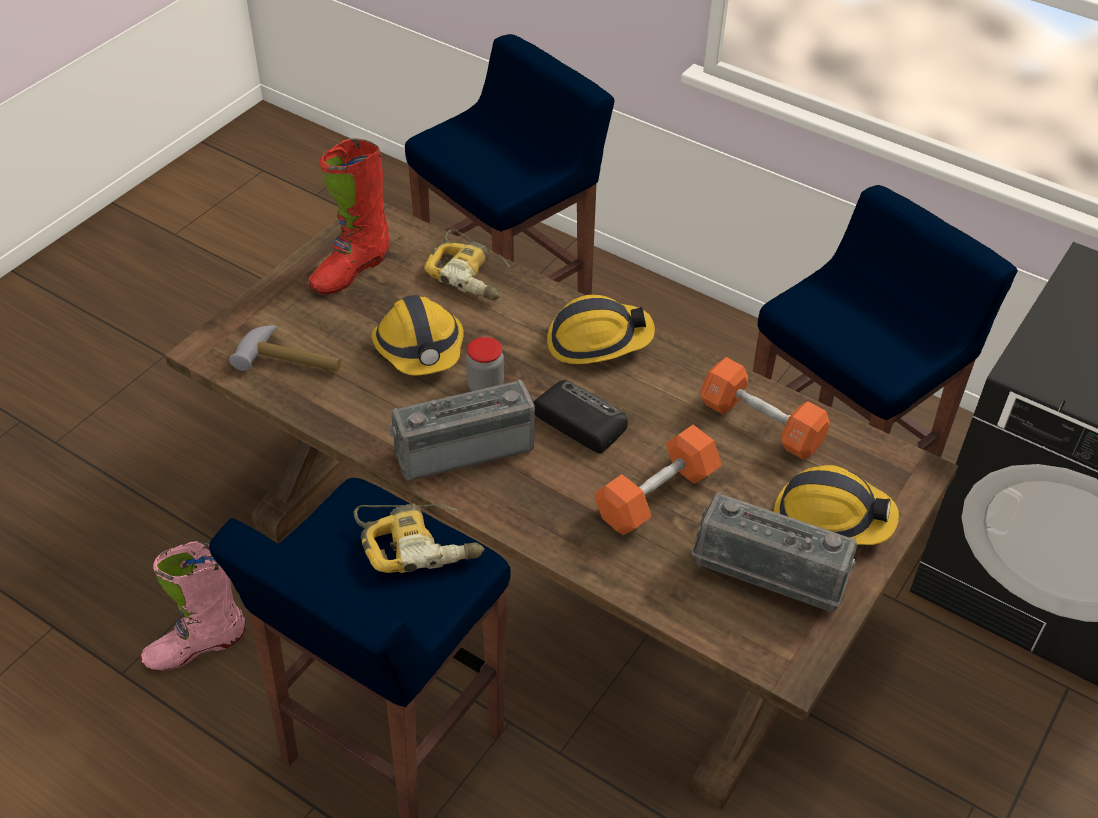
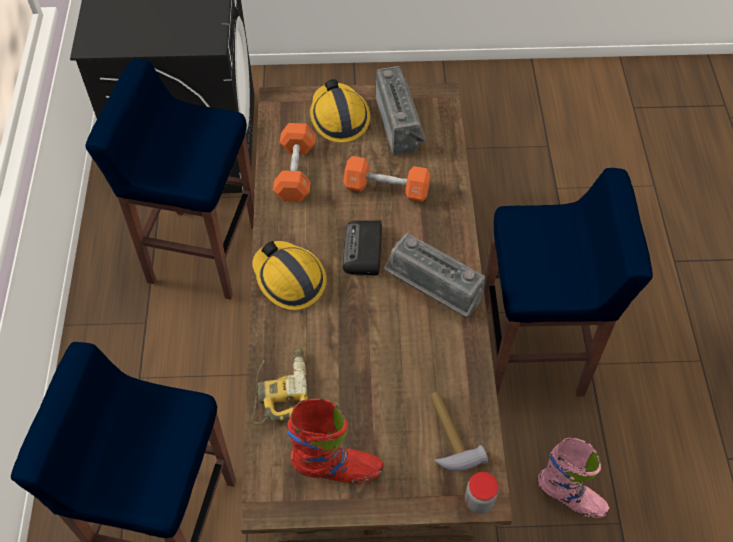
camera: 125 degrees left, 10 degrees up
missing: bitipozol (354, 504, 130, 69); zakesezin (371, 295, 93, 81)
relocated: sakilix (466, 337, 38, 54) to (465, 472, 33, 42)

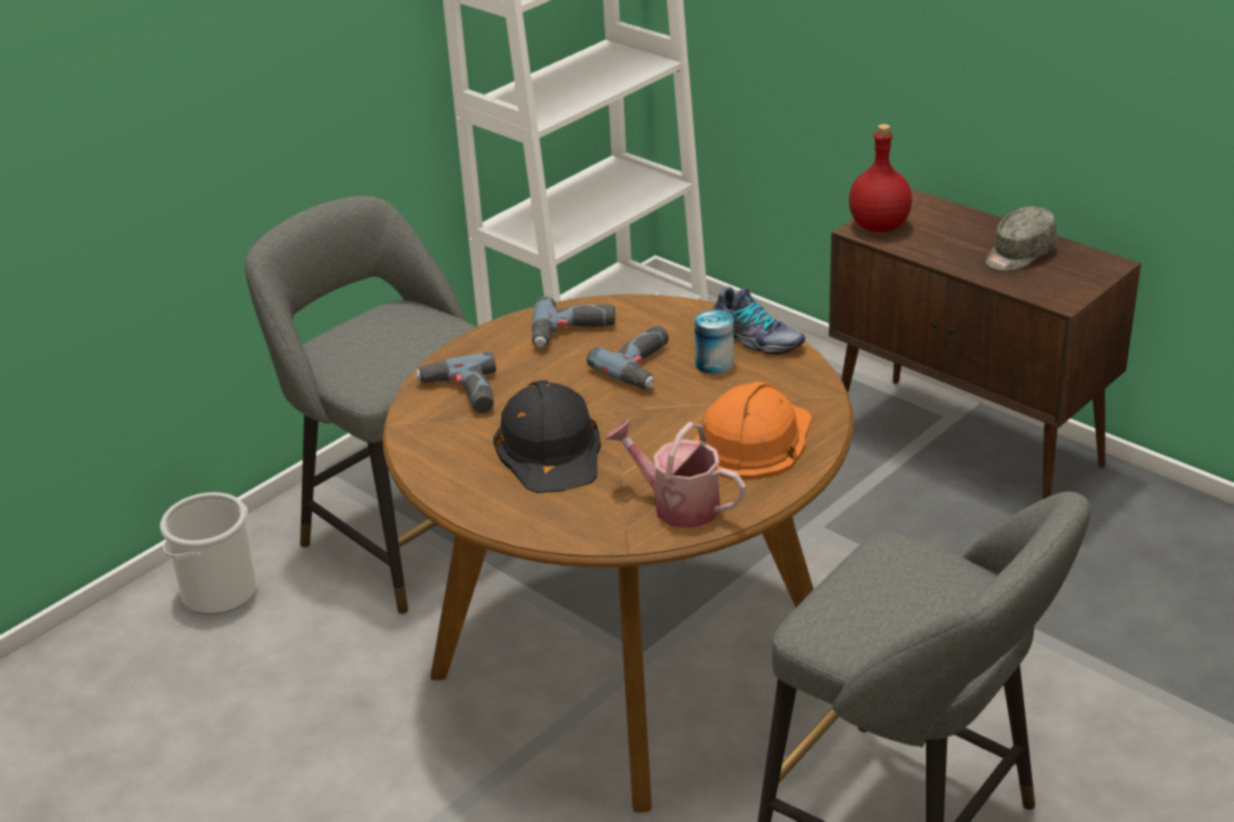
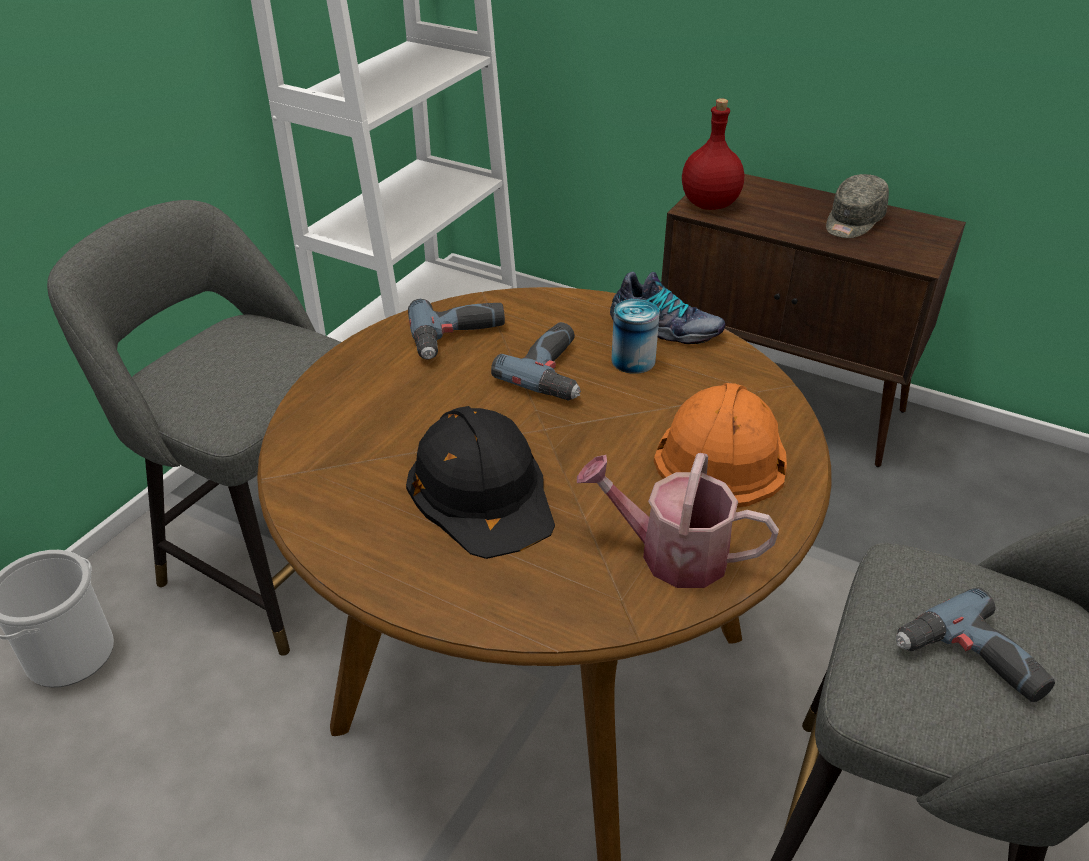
camera: 15 degrees left, 5 degrees up
relocated: bitipozol (415, 351, 81, 63) to (896, 587, 159, 115)

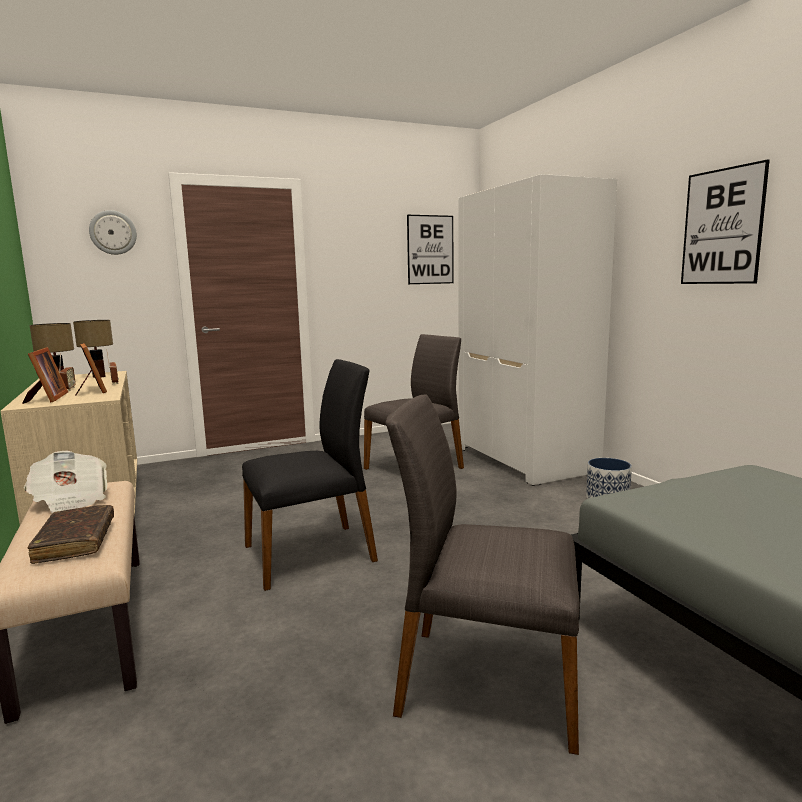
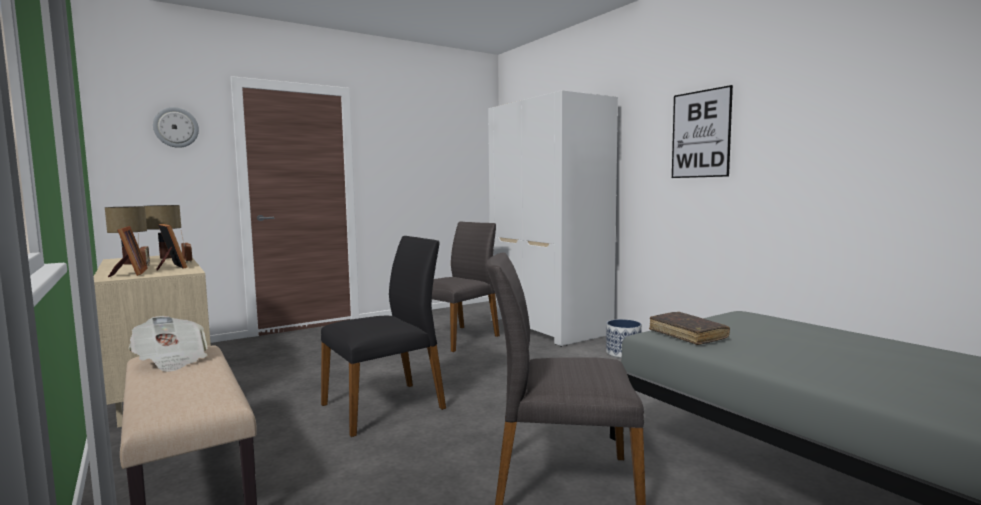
camera: 10 degrees left, 5 degrees down
missing: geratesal (407, 215, 47, 69)
relocated: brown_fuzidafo (28, 505, 86, 59) to (649, 312, 81, 33)

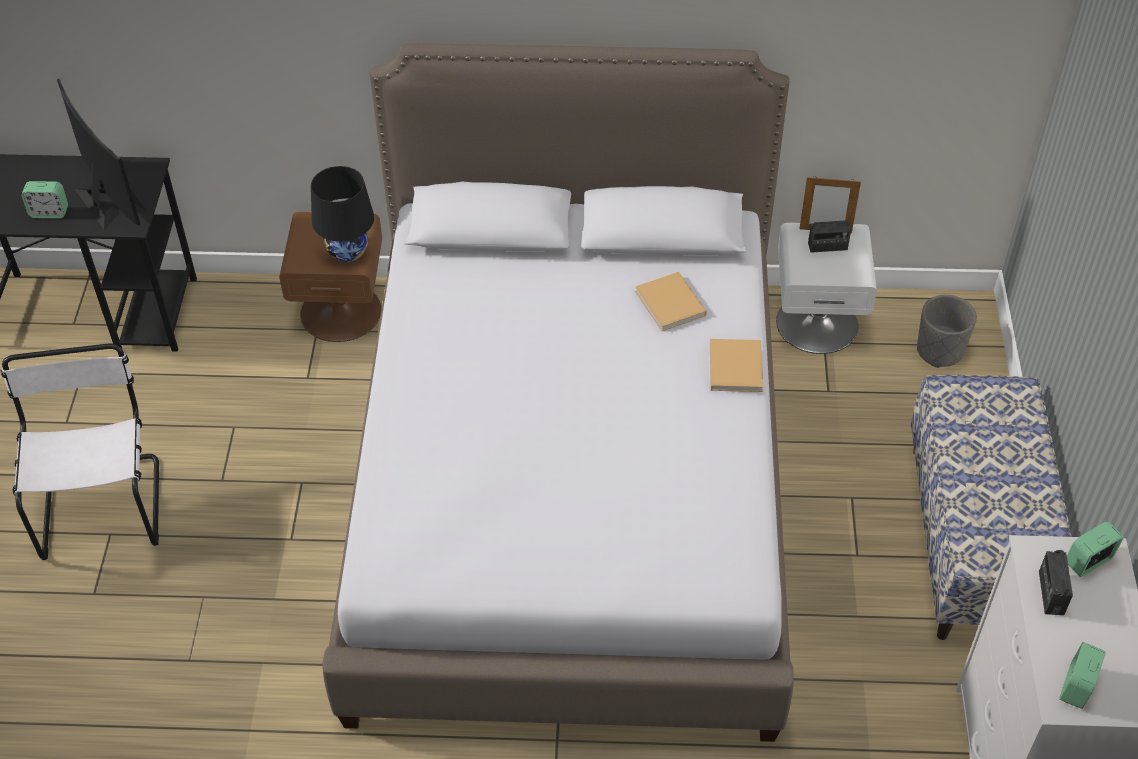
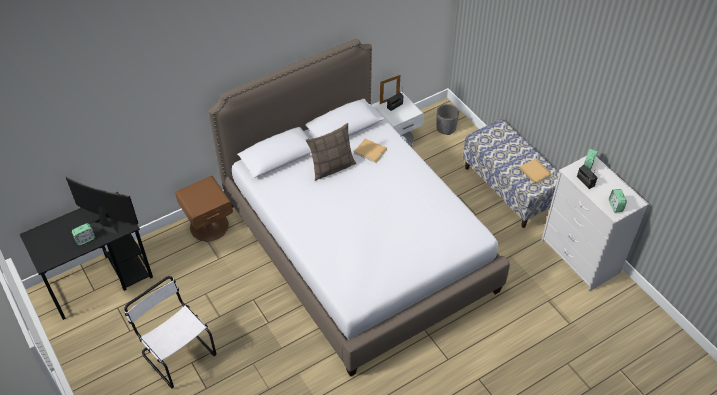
camera: 35 degrees left, 0 degrees up
missing: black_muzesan (311, 166, 63, 96)
appeared: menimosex (306, 123, 50, 58)
relocated: beige_fuzidafo (710, 339, 53, 53) to (519, 158, 33, 26)

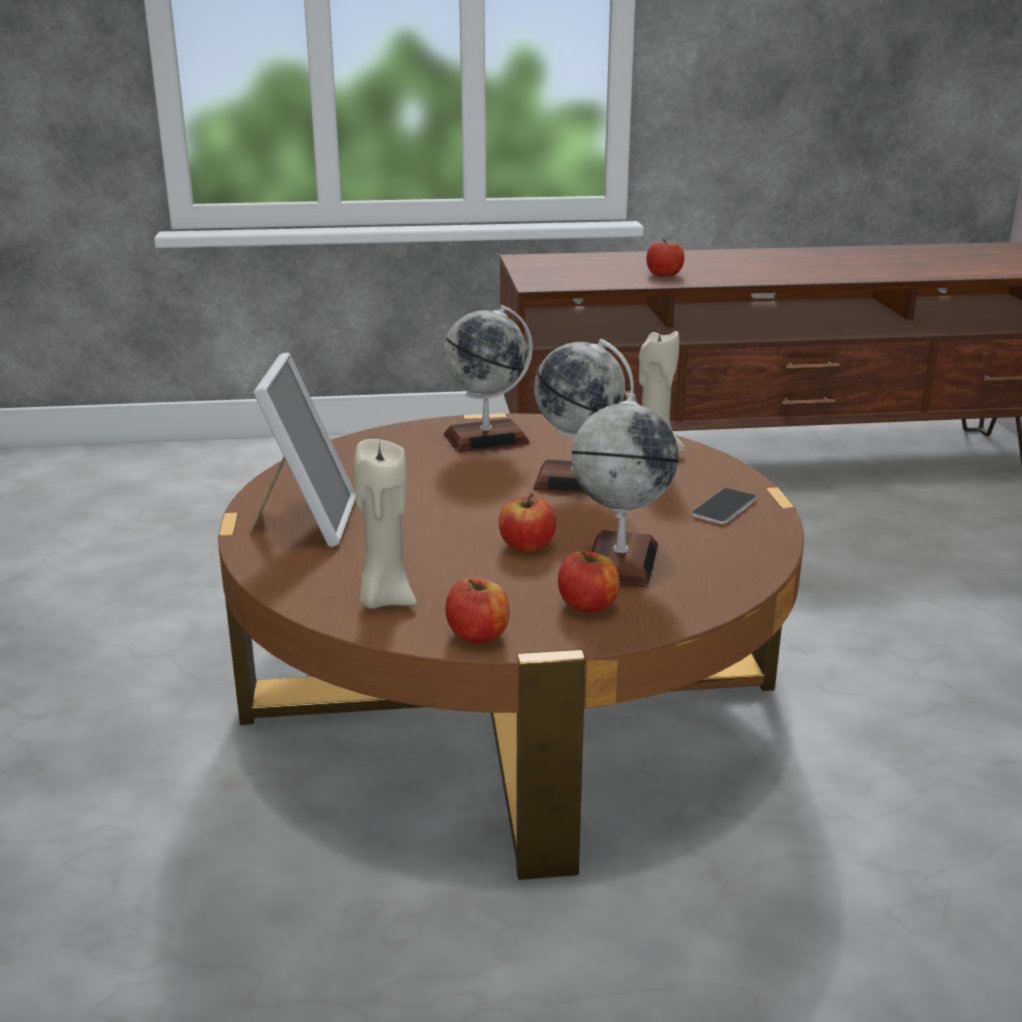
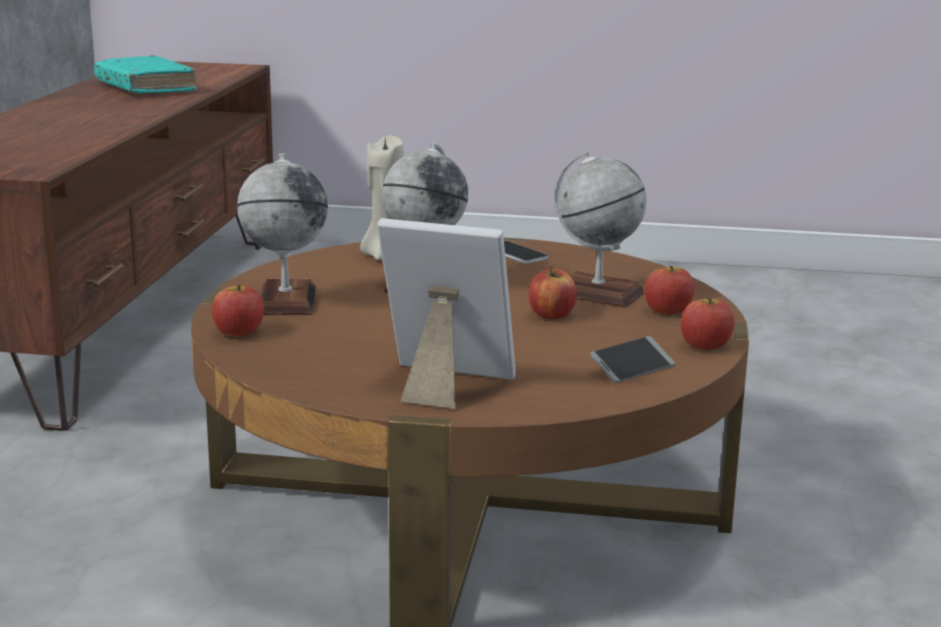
camera: 75 degrees left, 5 degrees down
appeared: turquoise_fuzidafo (94, 55, 103, 39)
relocated: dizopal (646, 239, 39, 37) to (212, 284, 52, 53)
exchanged: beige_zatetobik (354, 439, 63, 170) to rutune (590, 336, 85, 47)

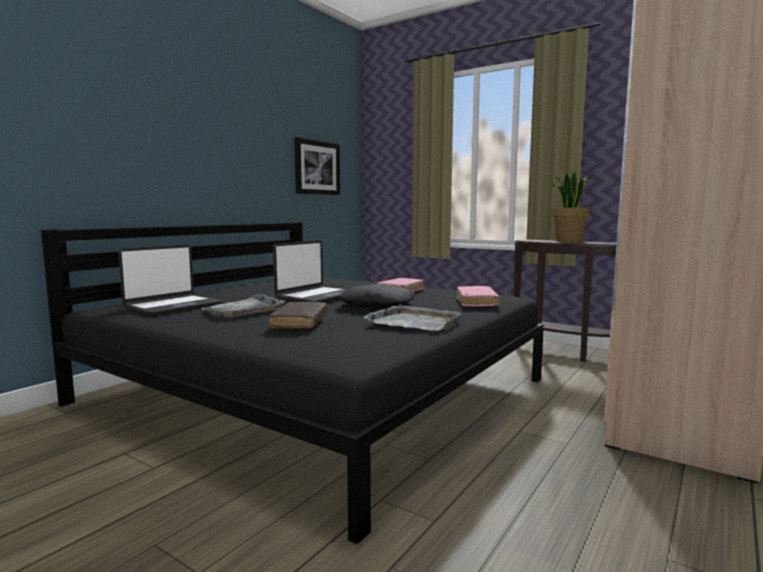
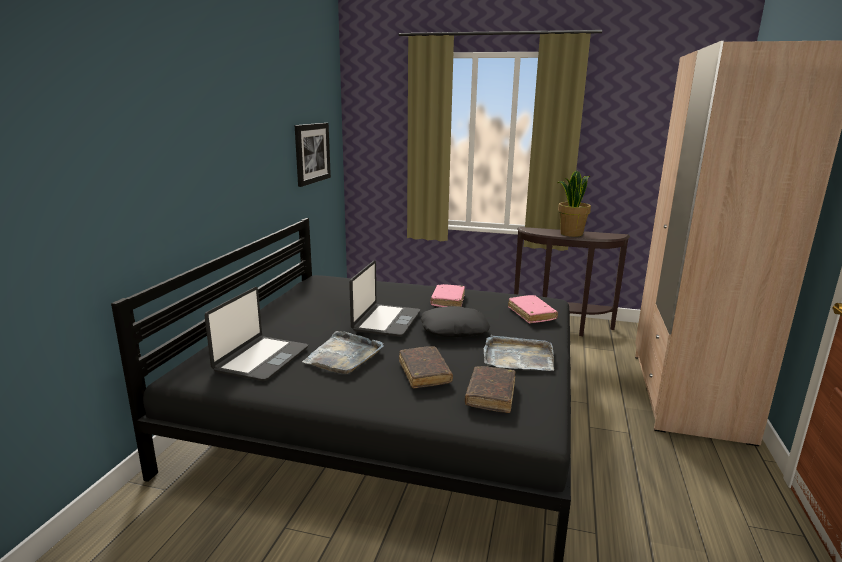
camera: 20 degrees left, 10 degrees up
appeared: brown_fuzidafo (465, 366, 50, 47)

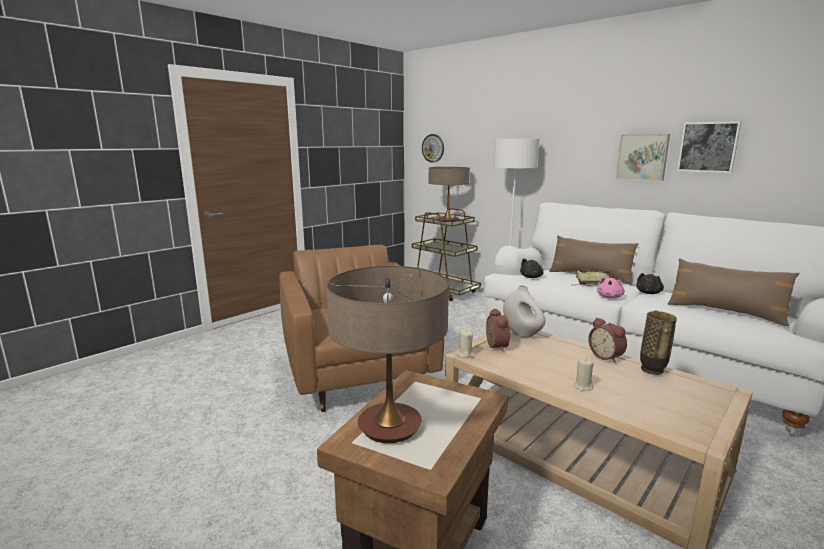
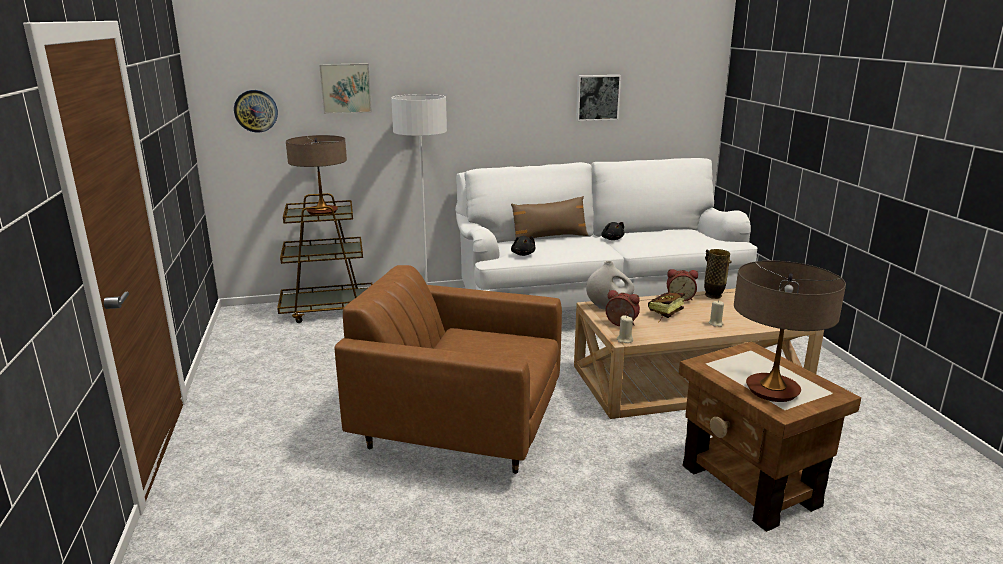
camera: 55 degrees left, 5 degrees up
missing: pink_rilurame (597, 277, 28, 22); brown_menimosex (668, 258, 131, 68)
relocated: fuzidafo (571, 269, 39, 17) to (648, 292, 37, 30); geratesal (616, 134, 54, 47) to (319, 64, 53, 50)

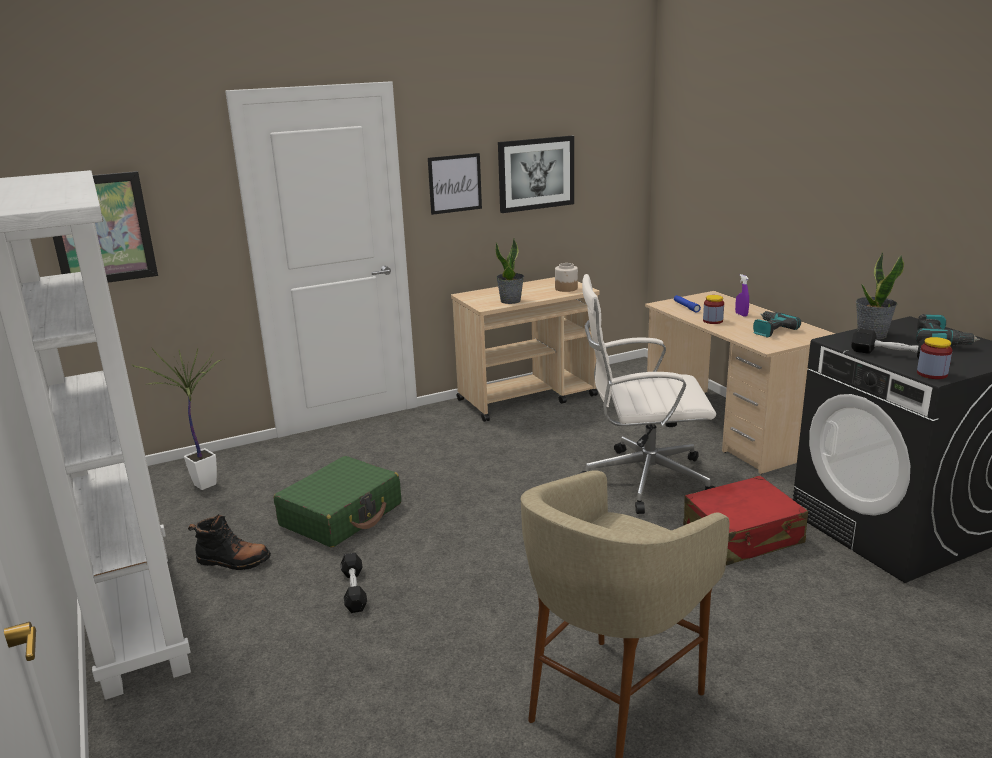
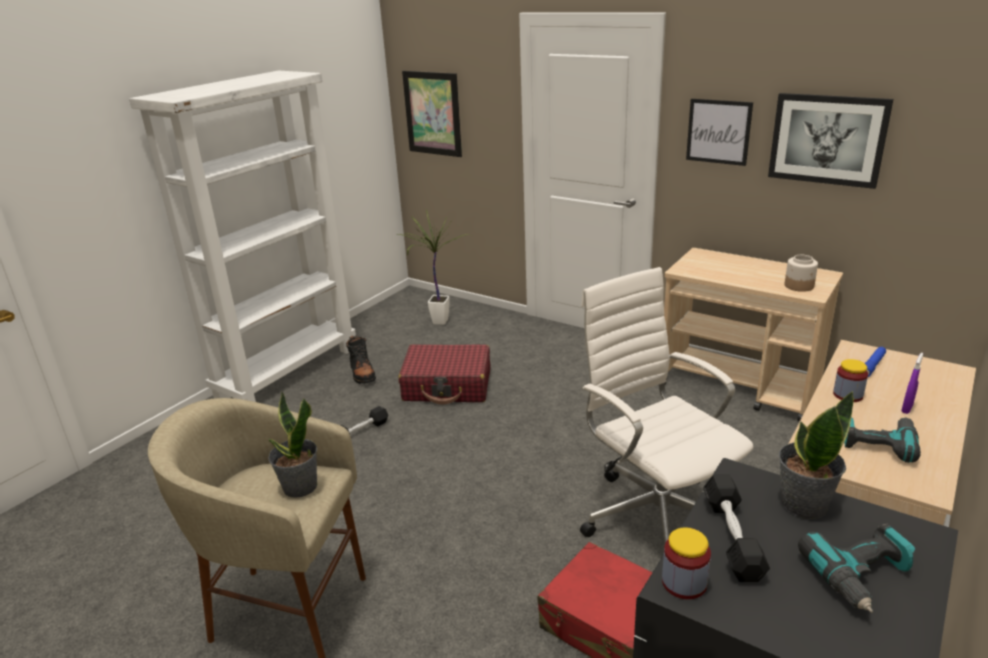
camera: 60 degrees right, 5 degrees up
relocated: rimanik (495, 238, 29, 66) to (268, 391, 49, 107)
colour: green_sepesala (274, 456, 127, 92) to red_sepesala (398, 344, 92, 60)

